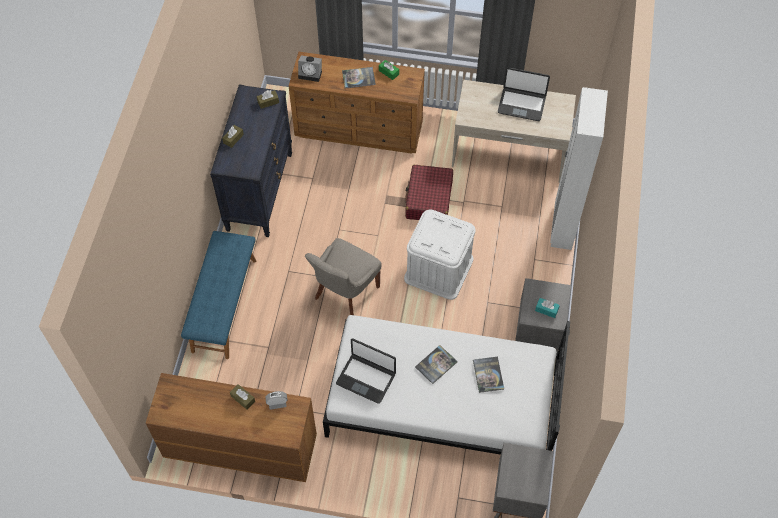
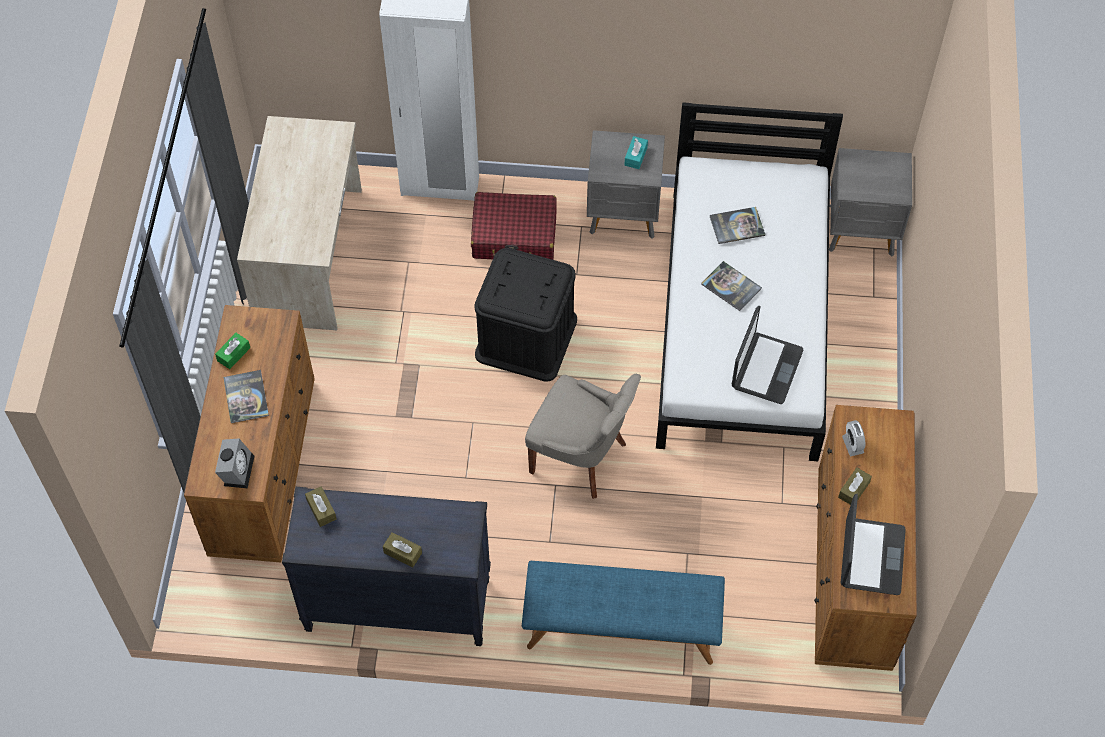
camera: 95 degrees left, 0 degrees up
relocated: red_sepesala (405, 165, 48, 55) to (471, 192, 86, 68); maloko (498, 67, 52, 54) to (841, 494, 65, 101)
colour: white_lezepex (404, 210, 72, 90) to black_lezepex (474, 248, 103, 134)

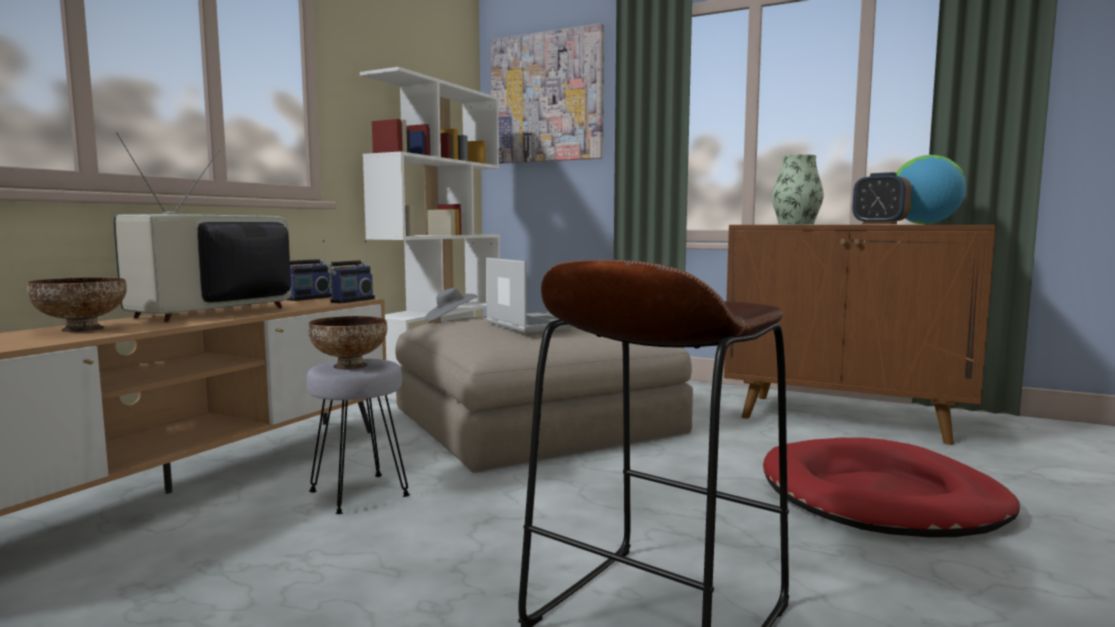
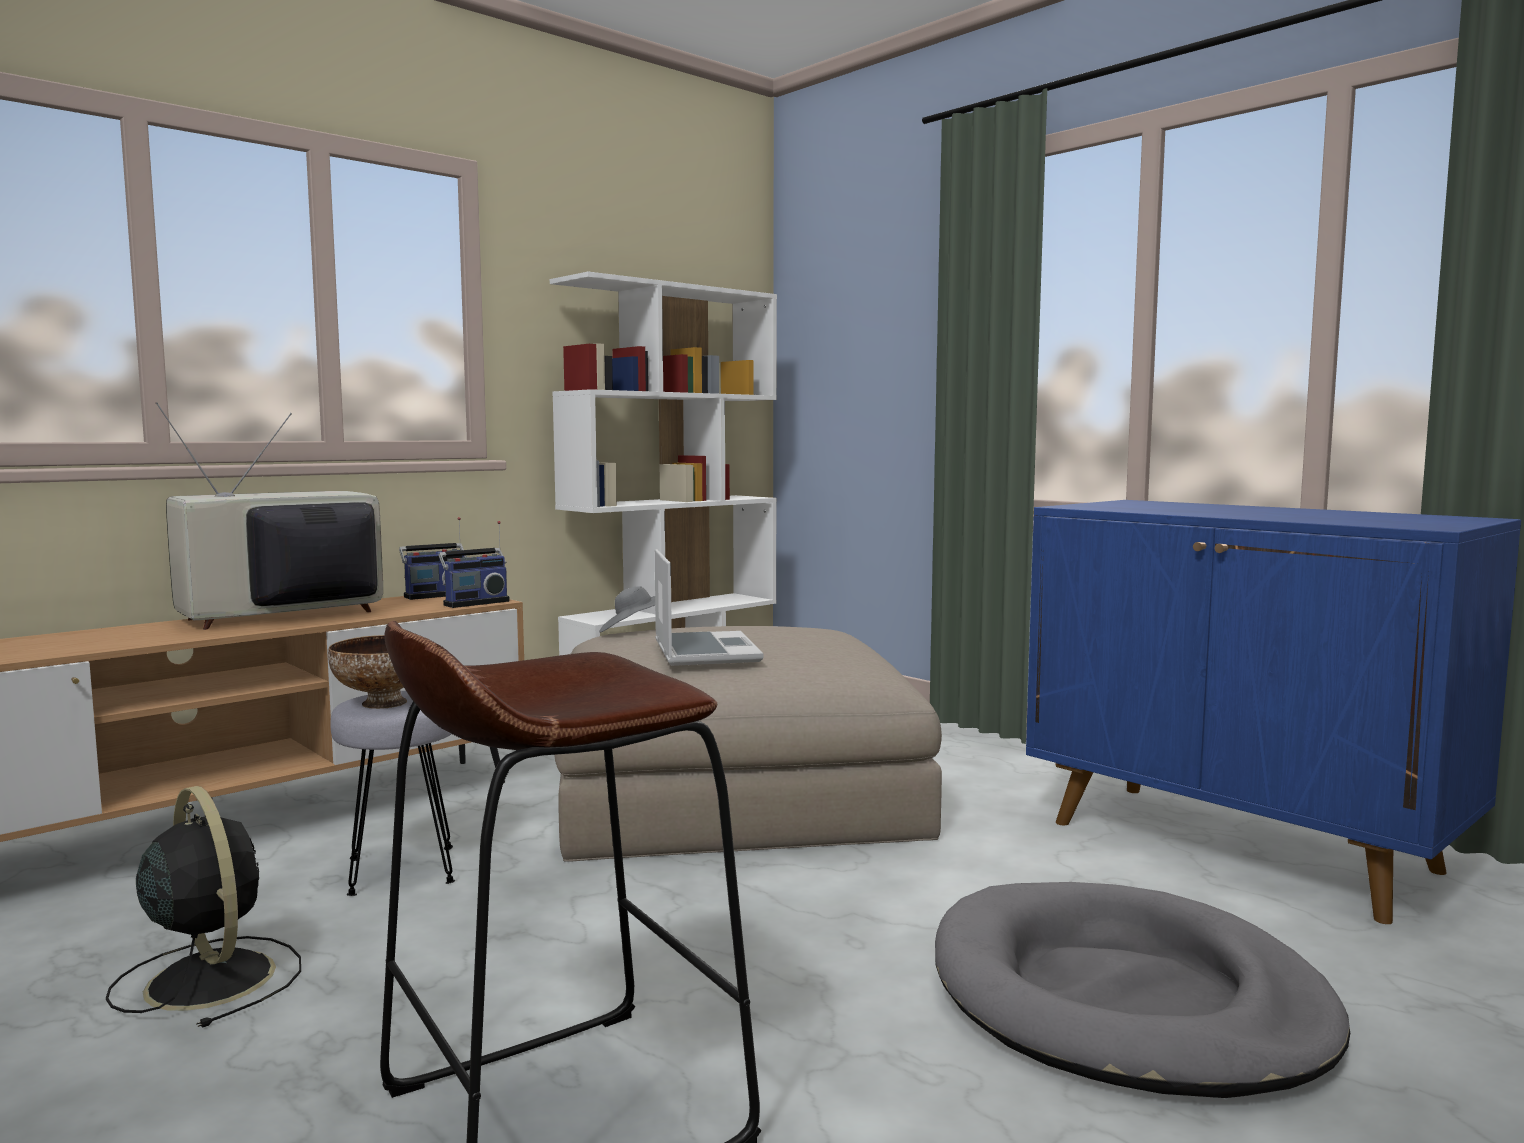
camera: 20 degrees right, 0 degrees up
missing: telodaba (27, 277, 100, 55); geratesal (490, 23, 114, 141); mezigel (772, 154, 52, 70); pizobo (853, 172, 58, 52); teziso (896, 155, 70, 69)
appeared: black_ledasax (106, 786, 195, 241)
colour: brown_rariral (724, 225, 272, 220) to blue_rariral (1026, 500, 495, 424); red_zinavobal (763, 438, 257, 100) to grey_zinavobal (935, 882, 415, 216)

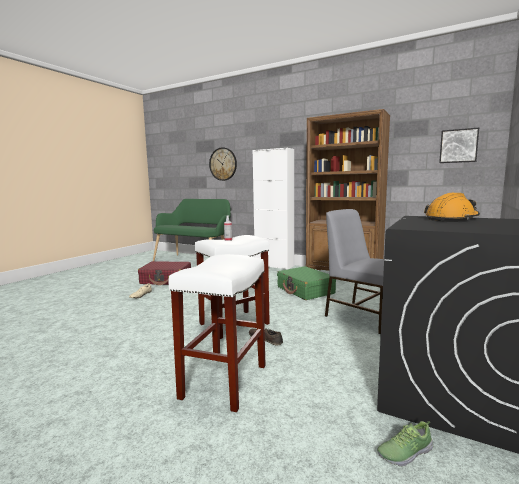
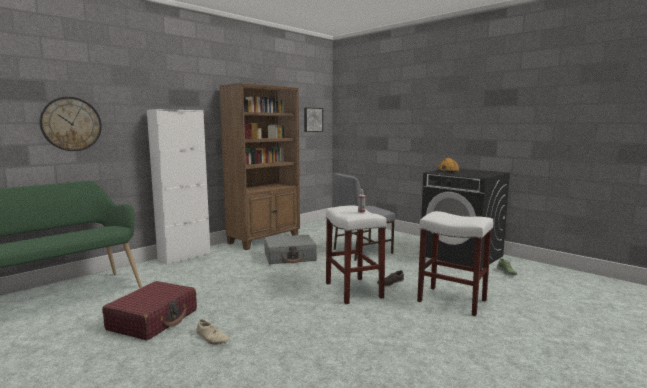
camera: 75 degrees left, 0 degrees up
colour: green_sepesala (277, 266, 59, 34) to grey_sepesala (264, 235, 53, 29)

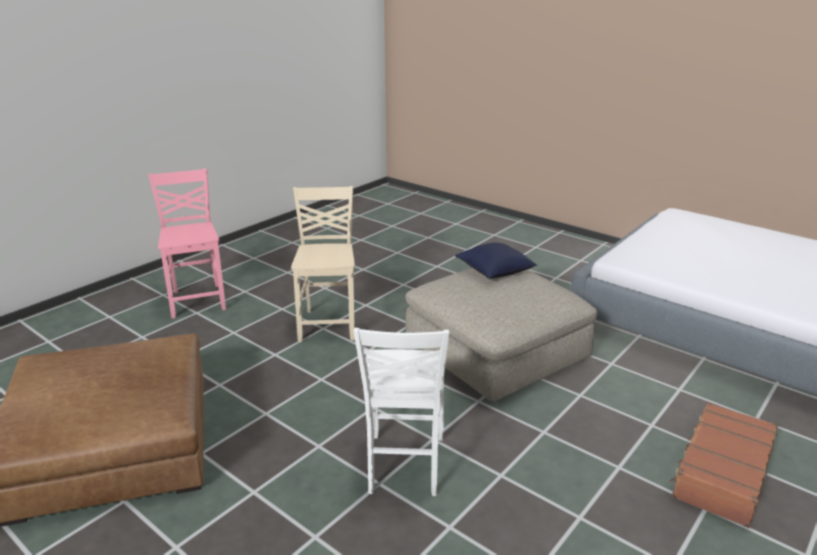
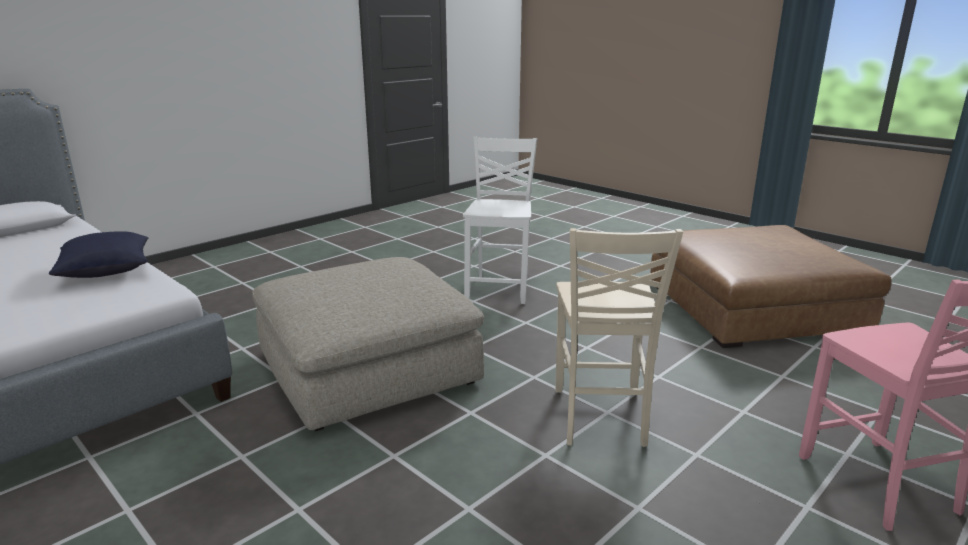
camera: 175 degrees left, 5 degrees down
missing: brown_sepesala (670, 402, 108, 126)
relocated: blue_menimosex (455, 243, 82, 35) to (49, 232, 99, 46)

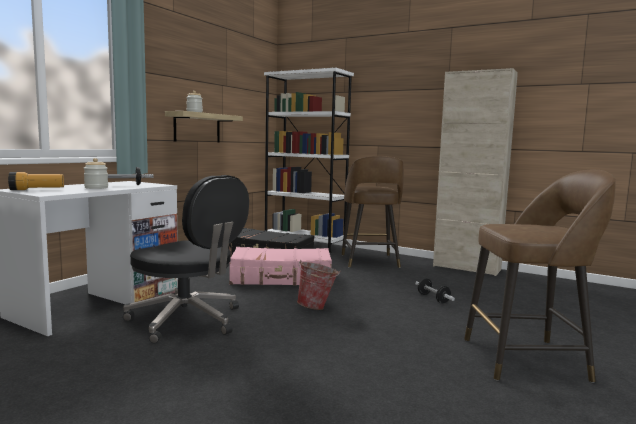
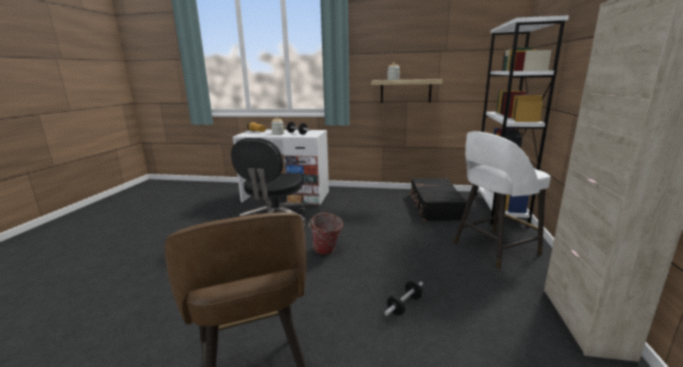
camera: 70 degrees right, 10 degrees up
missing: pink_sepesala (229, 247, 103, 39)
colour: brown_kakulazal (342, 156, 62, 112) to white_kakulazal (454, 131, 97, 139)

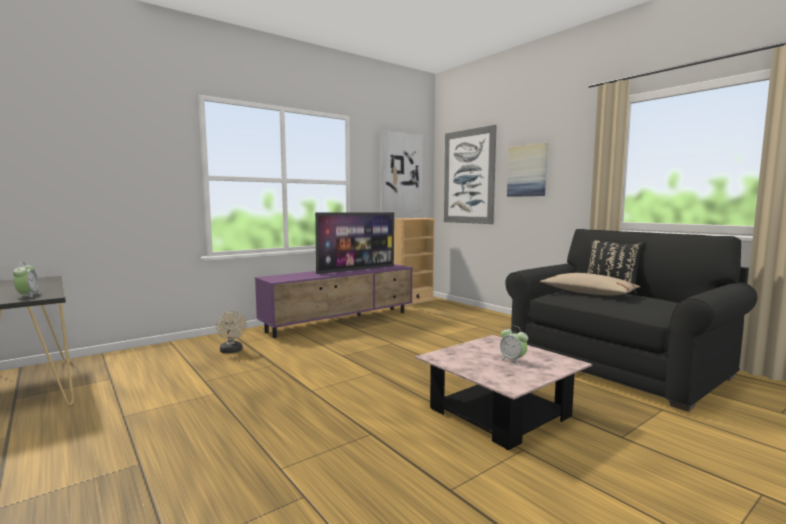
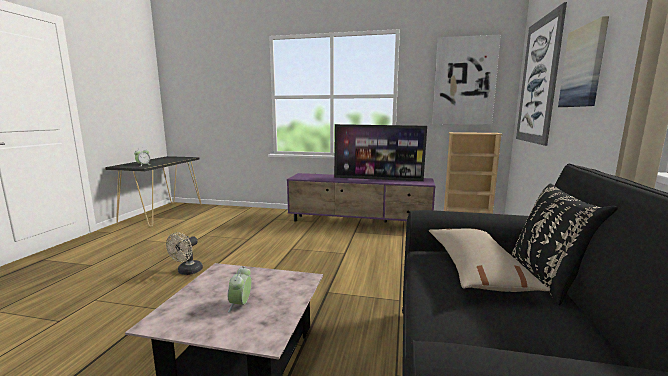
camera: 50 degrees right, 5 degrees up
relocated: beige_ledasax (216, 311, 31, 42) to (166, 232, 37, 43)

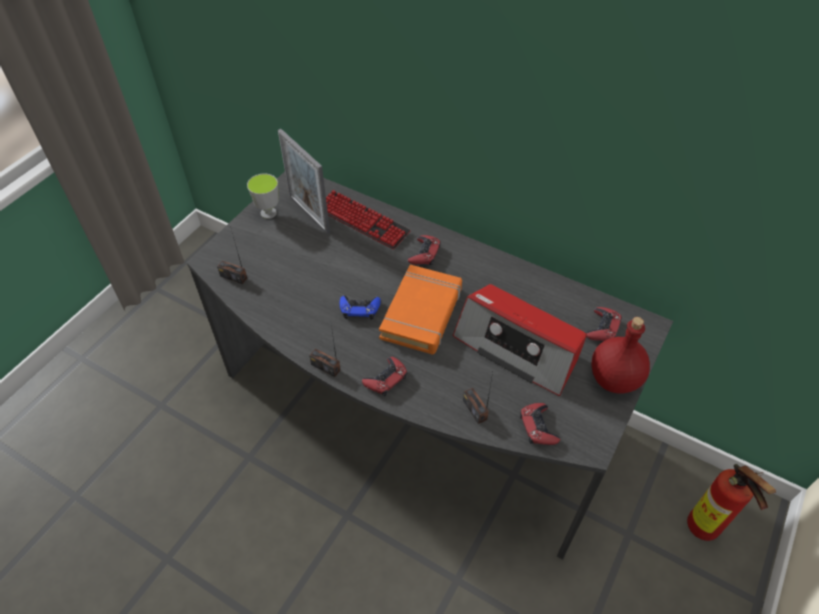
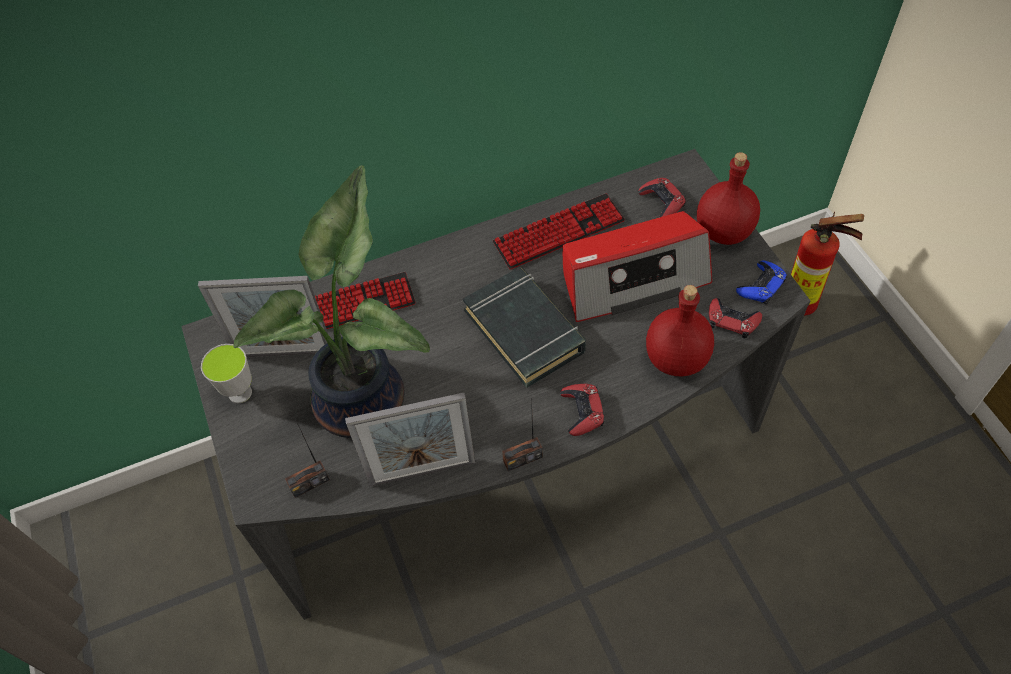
camera: 50 degrees left, 5 degrees up
missing: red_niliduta (408, 235, 33, 30)
appeared: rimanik (234, 165, 196, 273); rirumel (345, 393, 130, 94); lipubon (493, 193, 132, 76)
relocated: blue_niliduta (340, 296, 41, 24) to (736, 261, 51, 44)
exchanged: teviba (463, 372, 30, 52) to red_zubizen (646, 285, 68, 91)
colour: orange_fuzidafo (379, 265, 83, 89) to black_fuzidafo (463, 267, 123, 121)

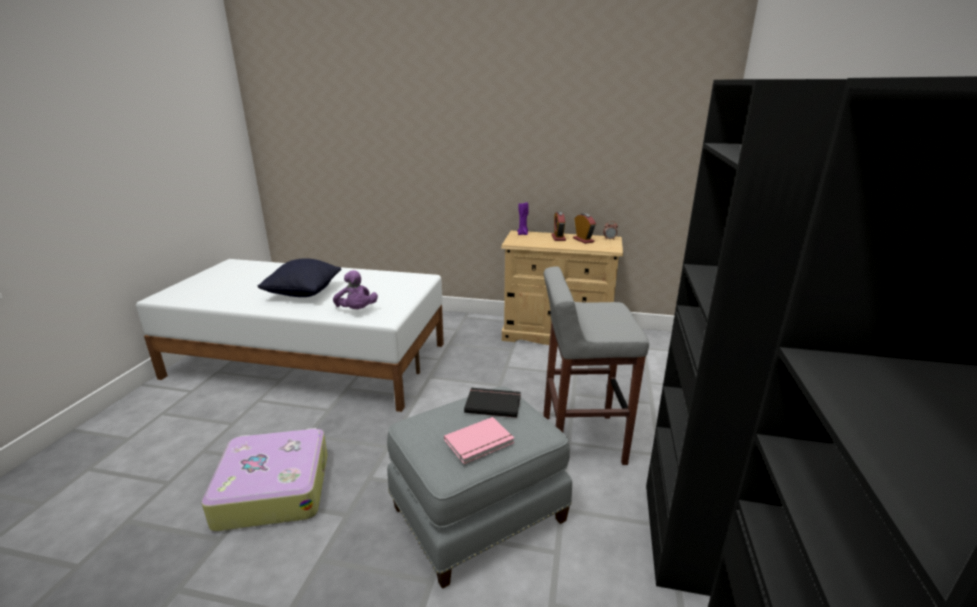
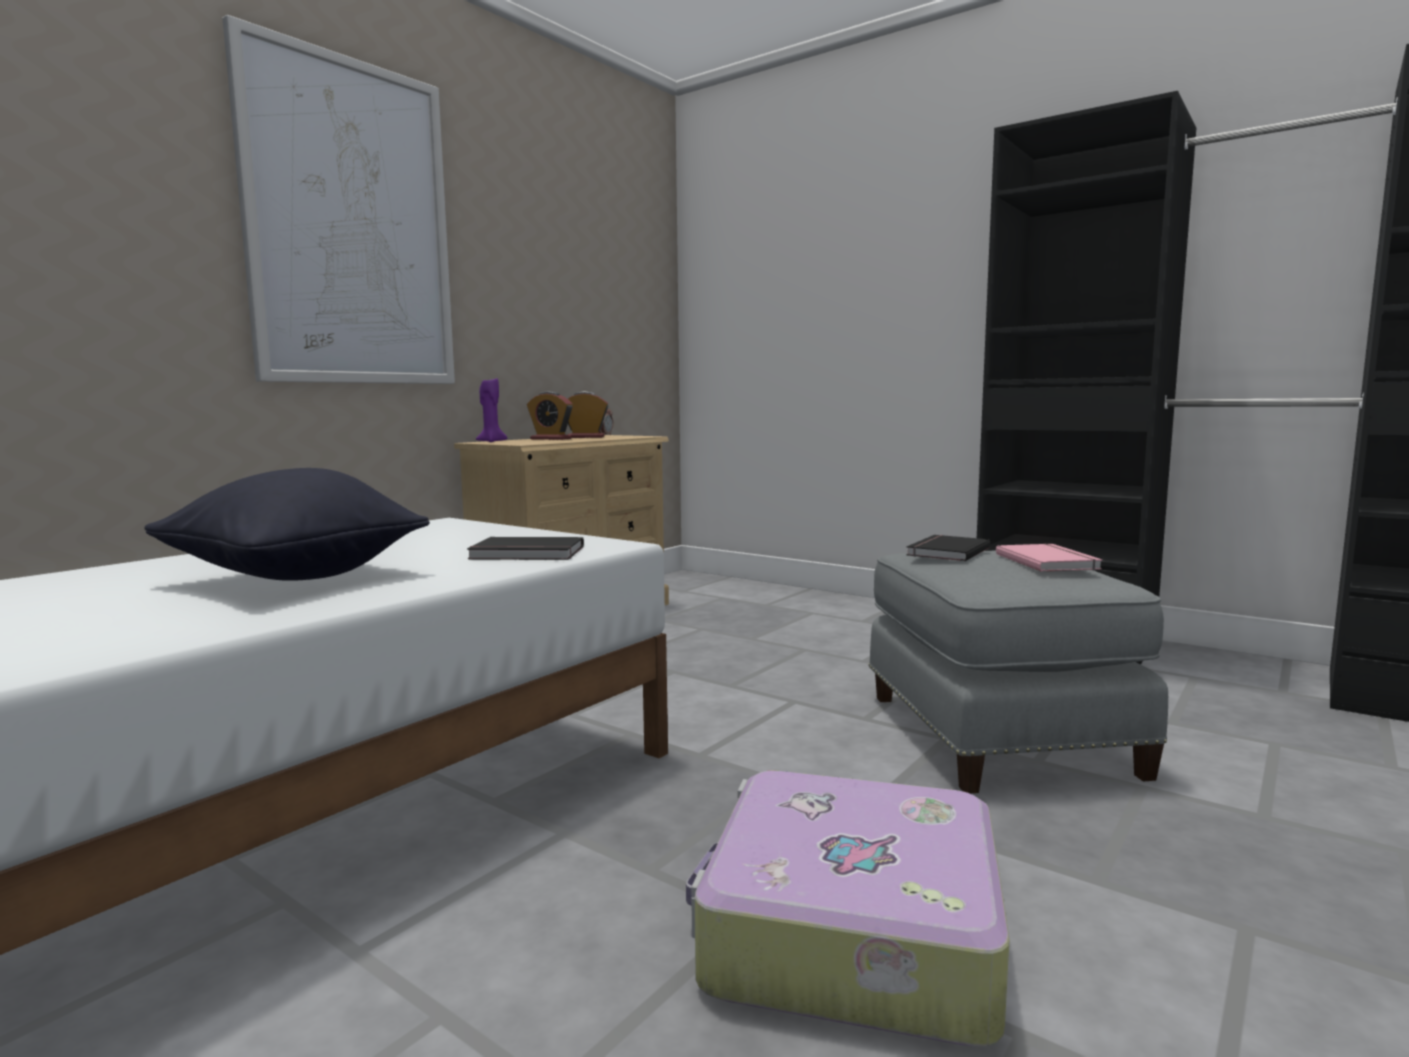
camera: 65 degrees left, 15 degrees down
missing: grey_kakulazal (543, 267, 106, 198)
appeared: geratesal (222, 15, 233, 369)
exchanged: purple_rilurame (333, 270, 45, 39) to black_fuzidafo (467, 537, 117, 23)

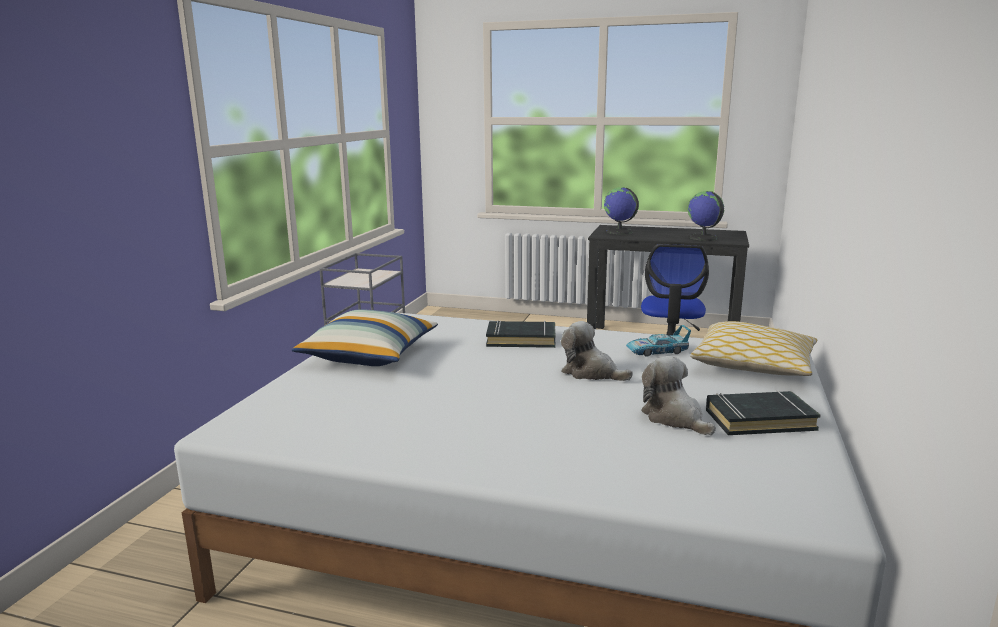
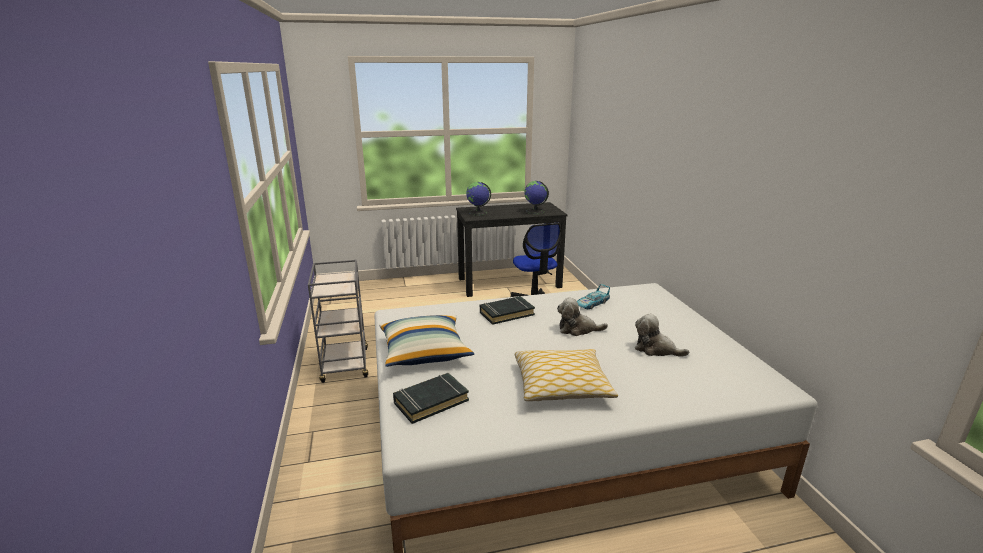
camera: 30 degrees left, 5 degrees up
relocated: menimosex (690, 321, 127, 55) to (515, 349, 103, 52); black_fuzidafo (706, 390, 115, 45) to (393, 373, 76, 51)

